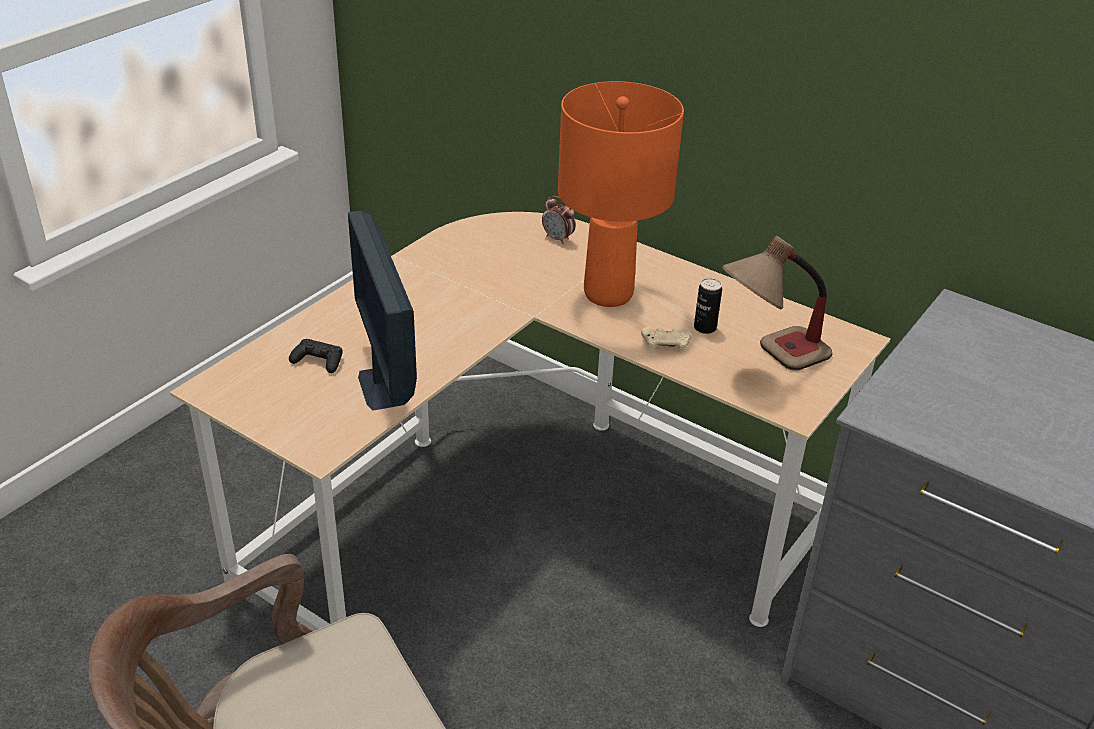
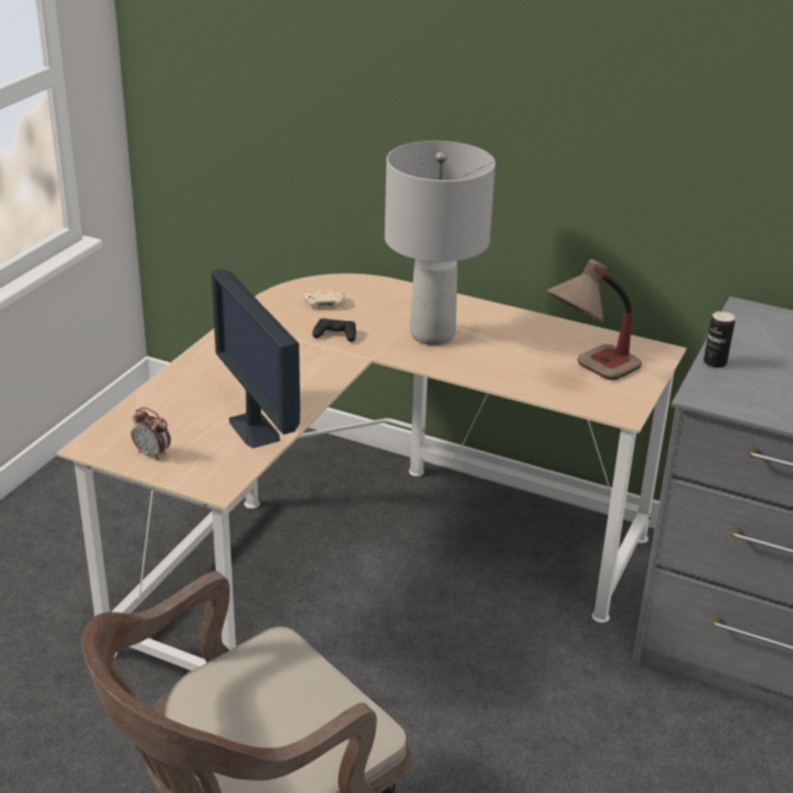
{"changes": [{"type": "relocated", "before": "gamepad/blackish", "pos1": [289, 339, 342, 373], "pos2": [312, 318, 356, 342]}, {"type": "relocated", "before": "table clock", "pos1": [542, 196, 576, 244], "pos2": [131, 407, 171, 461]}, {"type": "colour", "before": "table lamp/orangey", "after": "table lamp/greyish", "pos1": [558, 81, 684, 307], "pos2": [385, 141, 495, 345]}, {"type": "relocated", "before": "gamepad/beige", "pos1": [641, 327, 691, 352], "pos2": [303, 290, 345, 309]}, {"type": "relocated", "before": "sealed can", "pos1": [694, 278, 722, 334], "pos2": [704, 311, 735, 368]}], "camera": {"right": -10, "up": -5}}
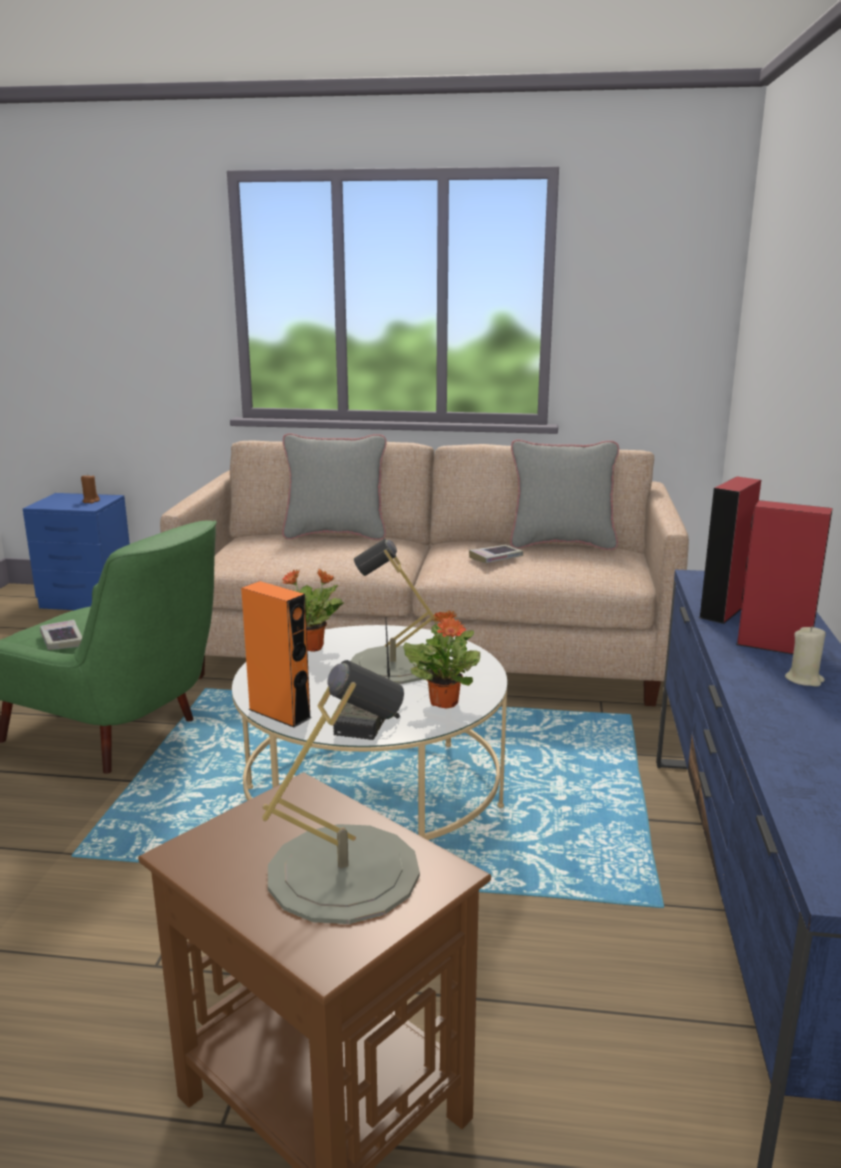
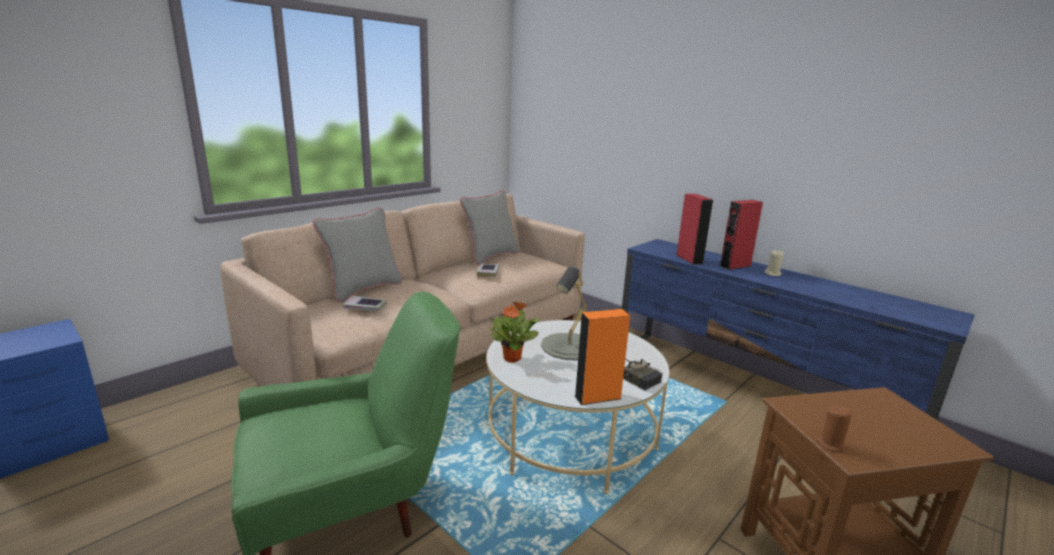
{"changes": [{"type": "relocated", "before": "bound book", "pos1": [40, 620, 82, 650], "pos2": [343, 296, 387, 311]}, {"type": "relocated", "before": "candle/brownish", "pos1": [81, 476, 100, 503], "pos2": [816, 405, 852, 453]}, {"type": "missing", "before": "table lamp/greyish", "pos1": [262, 660, 420, 924]}, {"type": "missing", "before": "houseplant", "pos1": [403, 610, 480, 708]}], "camera": {"right": -55, "up": 0}}
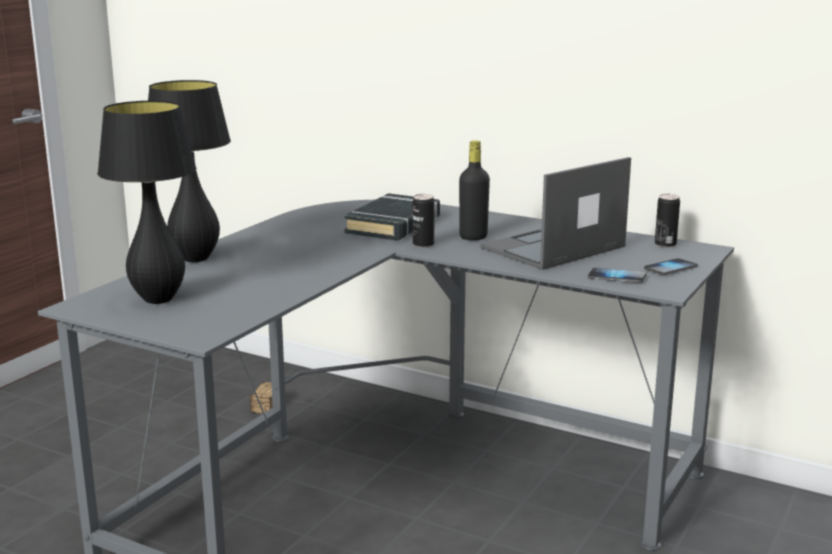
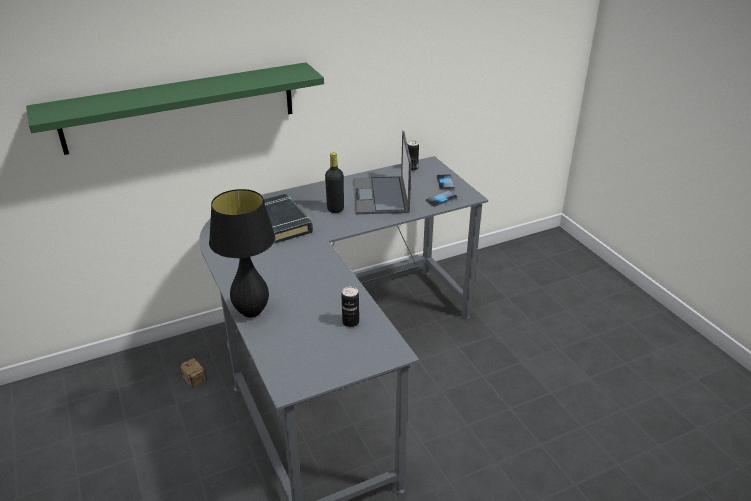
{"changes": [{"type": "missing", "before": "table lamp/blackish", "pos1": [97, 101, 196, 304]}, {"type": "relocated", "before": "sealed can", "pos1": [413, 194, 435, 247], "pos2": [341, 287, 359, 327]}, {"type": "appeared", "after": "wall shelf/green", "pos2": [26, 62, 324, 155]}], "camera": {"right": -55, "up": 15}}
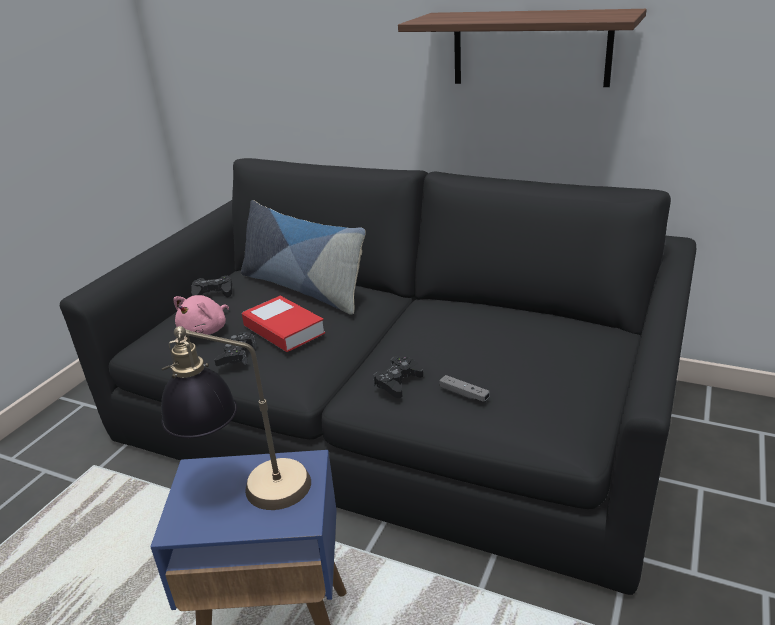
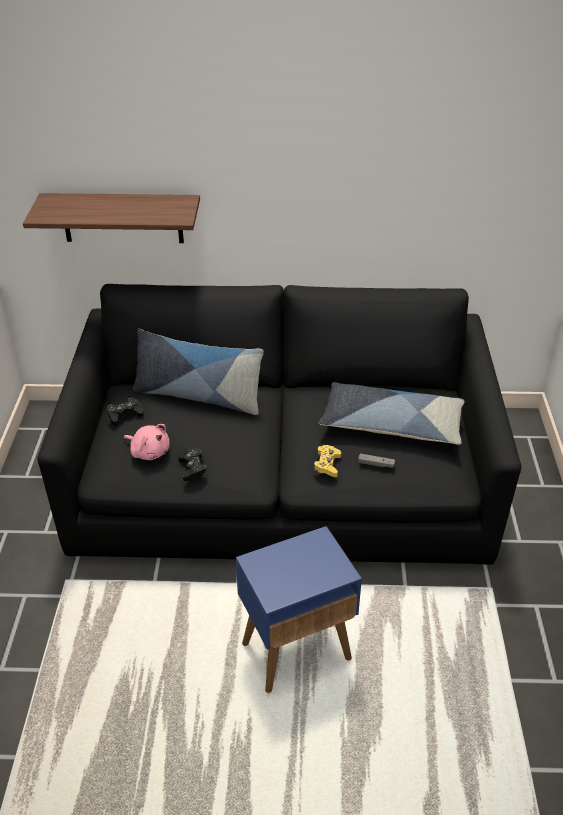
{"changes": [{"type": "missing", "before": "table lamp", "pos1": [161, 326, 311, 510]}, {"type": "spun", "before": "cuddly toy/pinkish", "pos1": [173, 295, 229, 335], "pos2": [124, 424, 170, 460], "turn": -60}, {"type": "missing", "before": "bound book", "pos1": [242, 296, 325, 352]}, {"type": "colour", "before": "gamepad/blackish", "after": "gamepad/yellow", "pos1": [373, 356, 423, 398], "pos2": [314, 445, 341, 477]}, {"type": "relocated", "before": "wall shelf", "pos1": [398, 9, 647, 87], "pos2": [23, 193, 200, 243]}, {"type": "appeared", "after": "throw pillow", "pos2": [319, 382, 465, 445]}], "camera": {"right": -25, "up": 10}}
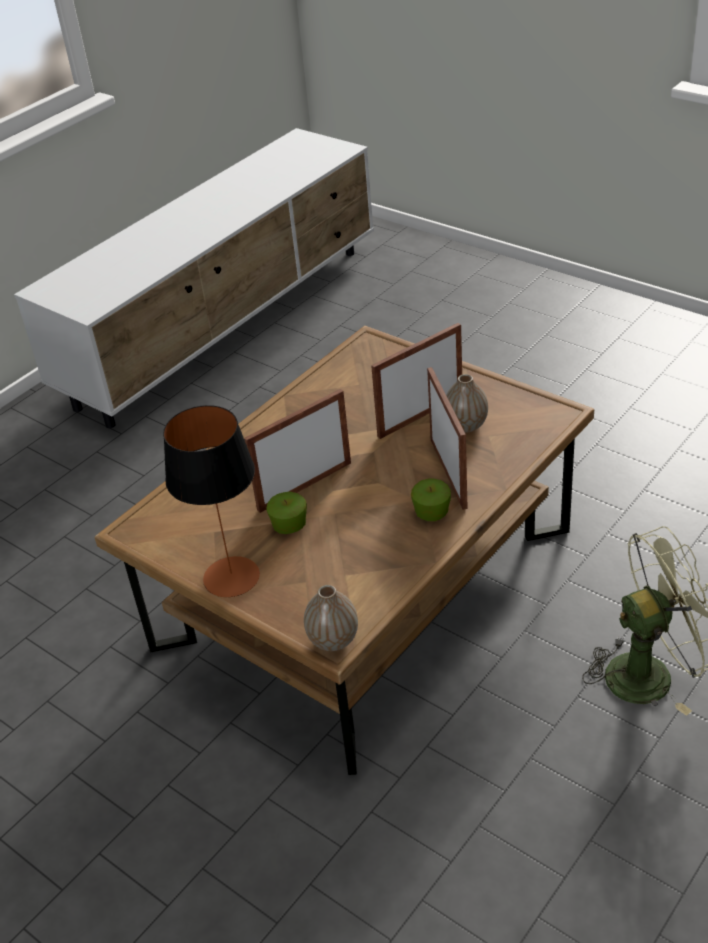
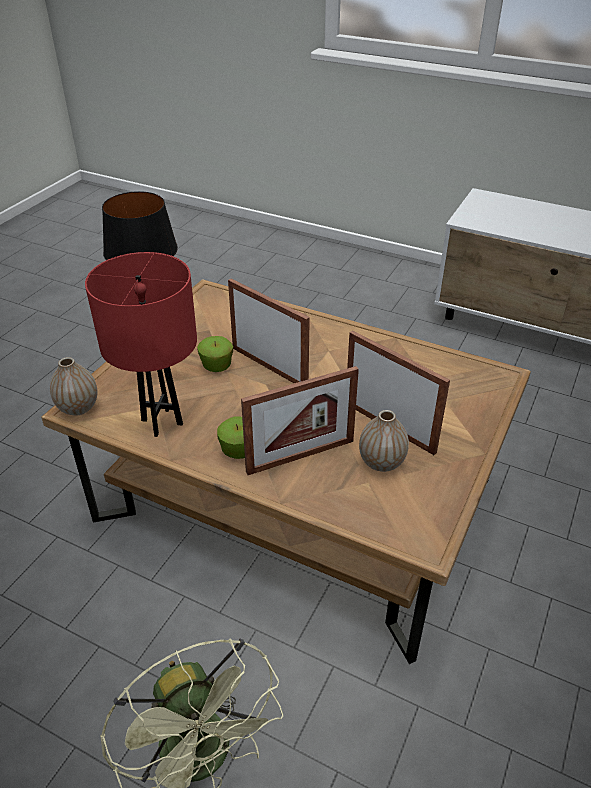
{"changes": [{"type": "appeared", "after": "table lamp/red-coloured", "pos2": [85, 252, 197, 437]}], "camera": {"right": 75, "up": 0}}
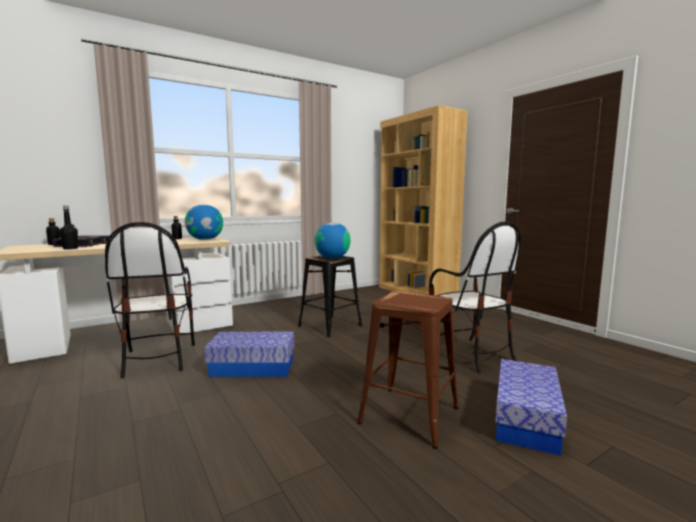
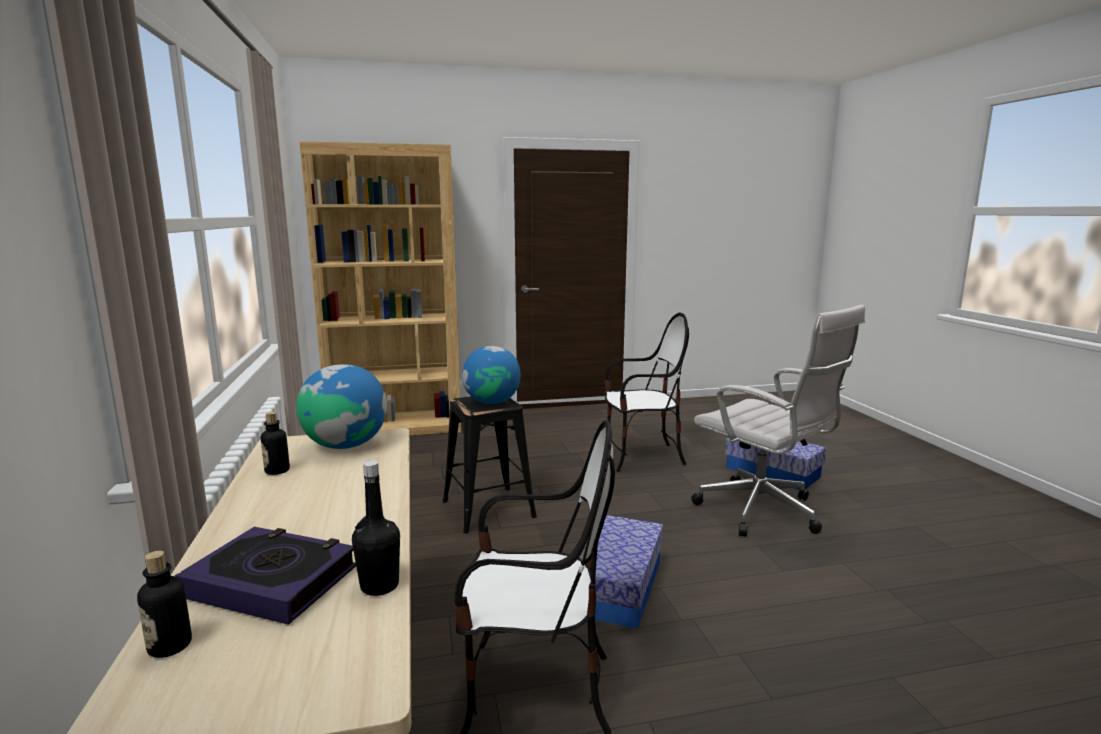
{"changes": [{"type": "exchanged", "before": "stool seat/brownish", "after": "office chair/white-coloured", "pos1": [357, 291, 459, 449], "pos2": [691, 305, 865, 537]}], "camera": {"right": -70, "up": 5}}
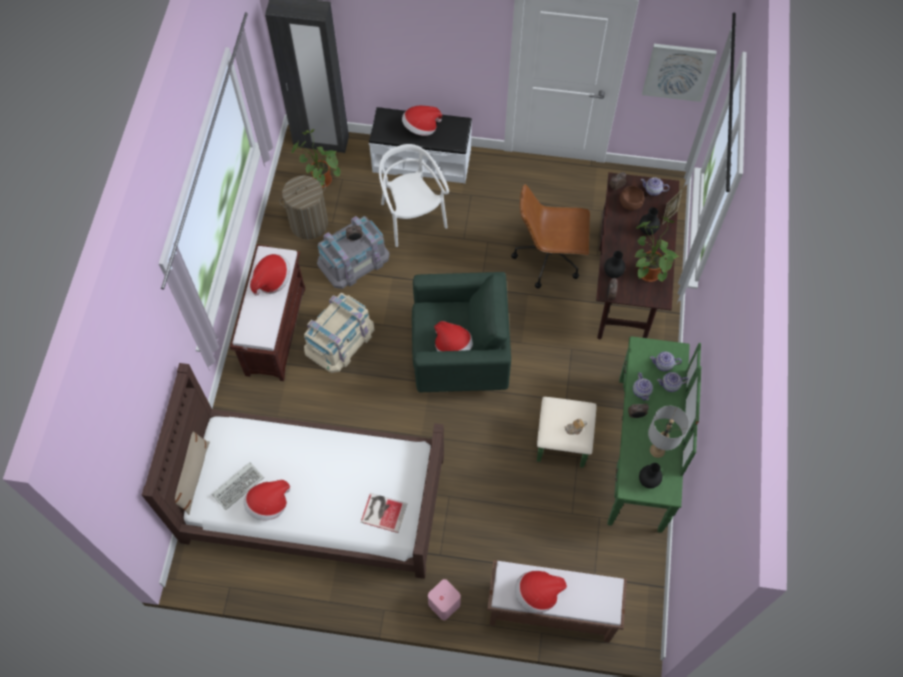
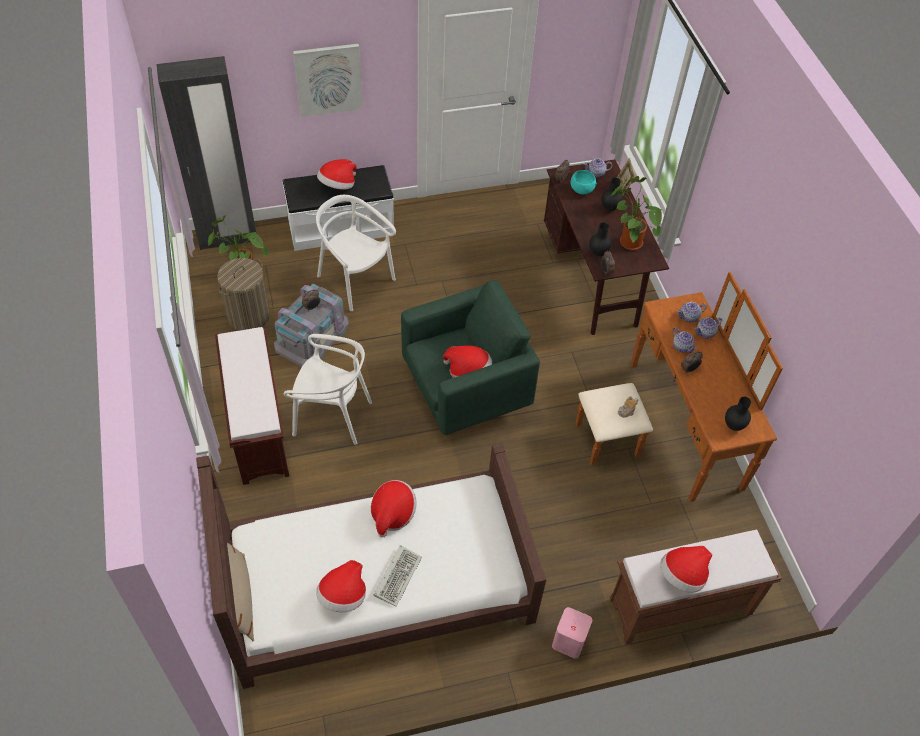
{"changes": [{"type": "relocated", "before": "computer keyboard", "pos1": [212, 462, 264, 510], "pos2": [373, 545, 422, 607]}, {"type": "relocated", "before": "hat", "pos1": [250, 254, 291, 296], "pos2": [371, 480, 417, 538]}, {"type": "exchanged", "before": "storage box/beige", "after": "upright chair/white-coloured", "pos1": [304, 293, 374, 373], "pos2": [284, 334, 372, 445]}, {"type": "missing", "before": "bound book", "pos1": [361, 493, 408, 533]}, {"type": "missing", "before": "office chair/brownish", "pos1": [511, 184, 590, 288]}, {"type": "colour", "before": "drawer chest/green", "after": "drawer chest/brownish", "pos1": [537, 336, 701, 533], "pos2": [576, 272, 783, 502]}, {"type": "colour", "before": "bowl/brownish", "after": "bowl/turquoise-coloured", "pos1": [620, 186, 644, 211], "pos2": [571, 170, 597, 194]}, {"type": "relocated", "before": "wall picture", "pos1": [642, 44, 717, 102], "pos2": [293, 44, 362, 117]}, {"type": "missing", "before": "table lamp/greyish", "pos1": [648, 406, 689, 458]}], "camera": {"right": -25, "up": -10}}
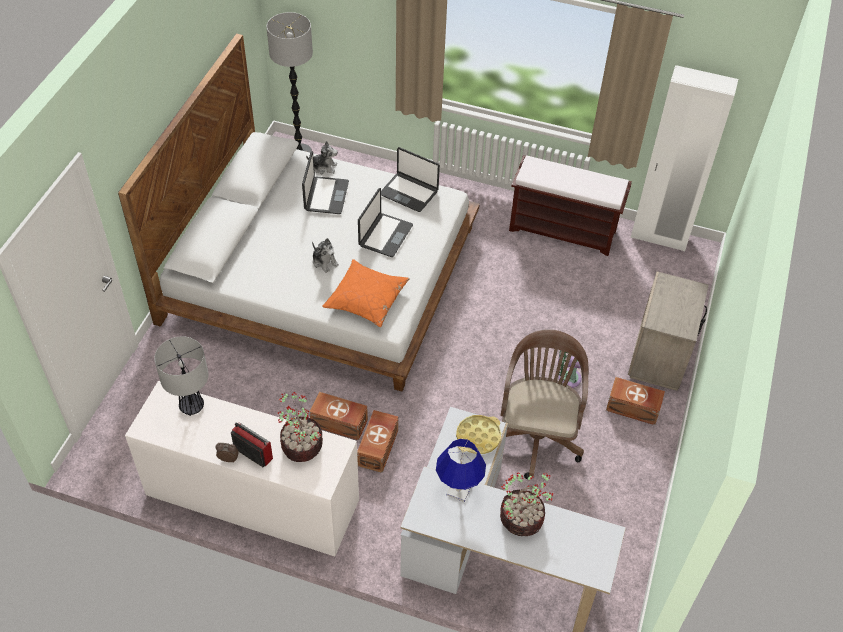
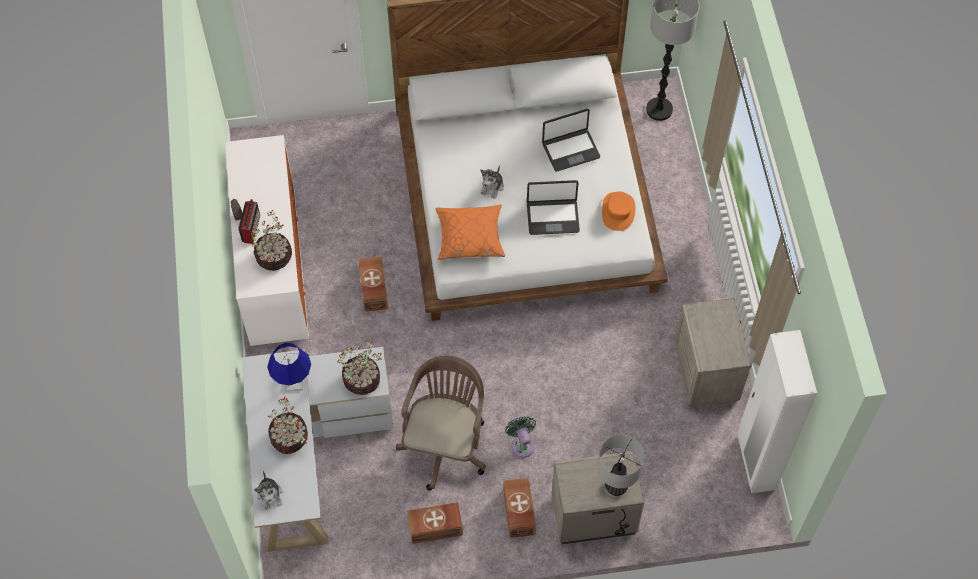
{"changes": [{"type": "relocated", "before": "table lamp", "pos1": [154, 336, 209, 416], "pos2": [598, 435, 644, 496]}, {"type": "relocated", "before": "cuddly toy", "pos1": [306, 141, 338, 174], "pos2": [254, 471, 282, 510]}, {"type": "relocated", "before": "storage box/brownish", "pos1": [357, 410, 398, 473], "pos2": [407, 502, 463, 544]}, {"type": "exchanged", "before": "notebook computer", "after": "hat/orangey", "pos1": [381, 147, 440, 212], "pos2": [602, 191, 635, 231]}, {"type": "exchanged", "before": "carrying tray/yellow", "after": "houseplant", "pos1": [456, 415, 501, 454], "pos2": [337, 340, 382, 395]}, {"type": "spun", "before": "office chair/brownish", "pos1": [500, 329, 588, 479], "pos2": [396, 356, 486, 491], "turn": -60}, {"type": "exchanged", "before": "indoor bench/brownish", "after": "bedside table/beige", "pos1": [509, 155, 632, 256], "pos2": [674, 298, 751, 407]}], "camera": {"right": 65, "up": 10}}
